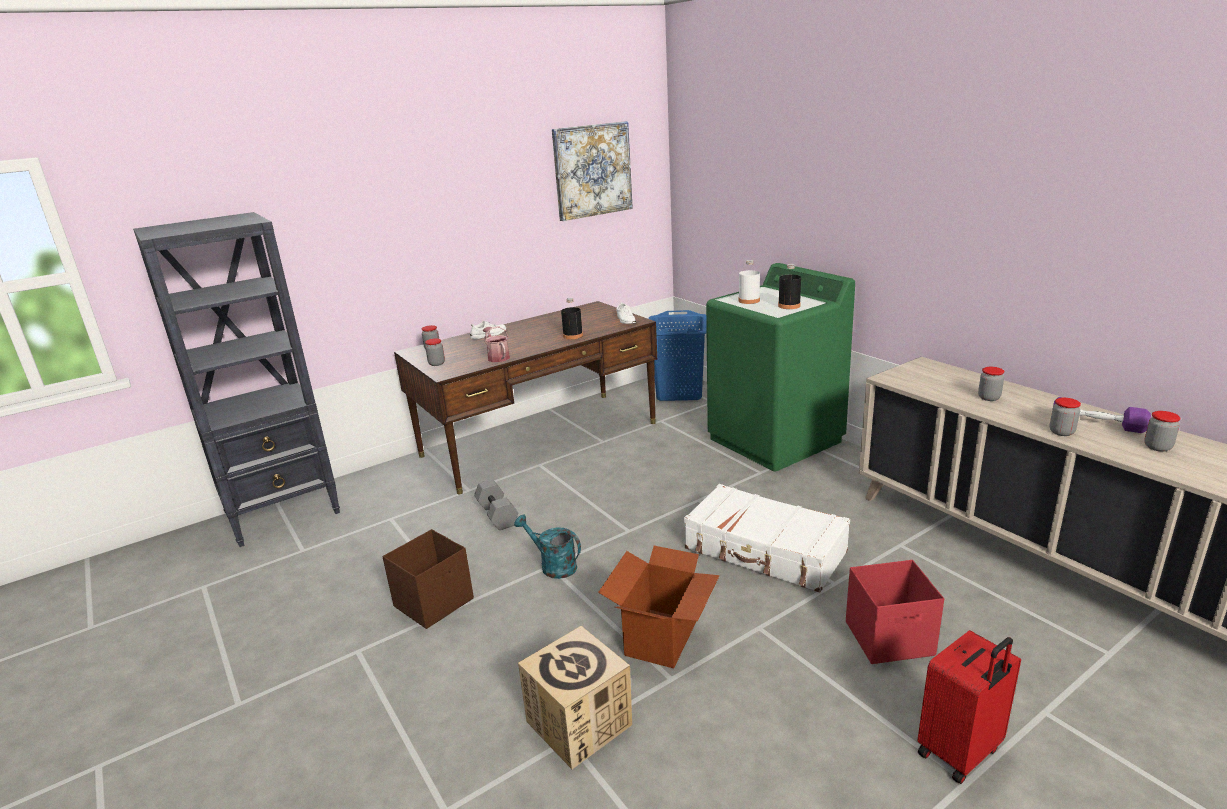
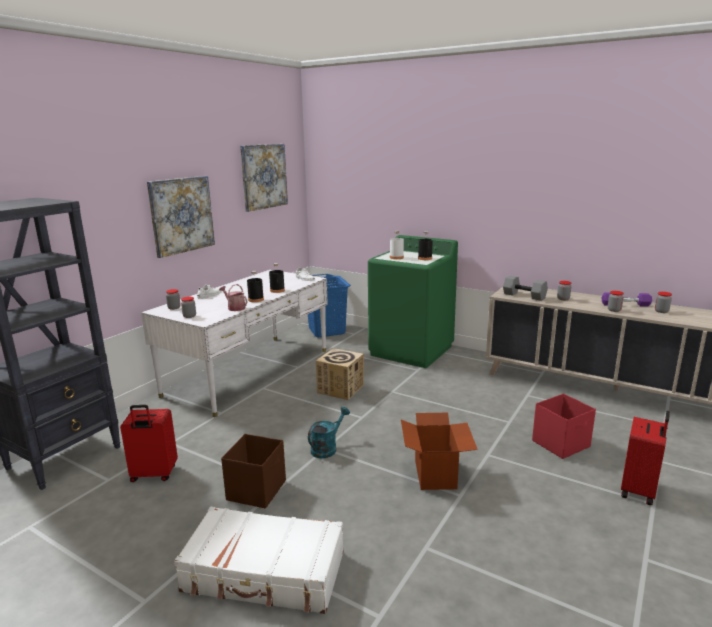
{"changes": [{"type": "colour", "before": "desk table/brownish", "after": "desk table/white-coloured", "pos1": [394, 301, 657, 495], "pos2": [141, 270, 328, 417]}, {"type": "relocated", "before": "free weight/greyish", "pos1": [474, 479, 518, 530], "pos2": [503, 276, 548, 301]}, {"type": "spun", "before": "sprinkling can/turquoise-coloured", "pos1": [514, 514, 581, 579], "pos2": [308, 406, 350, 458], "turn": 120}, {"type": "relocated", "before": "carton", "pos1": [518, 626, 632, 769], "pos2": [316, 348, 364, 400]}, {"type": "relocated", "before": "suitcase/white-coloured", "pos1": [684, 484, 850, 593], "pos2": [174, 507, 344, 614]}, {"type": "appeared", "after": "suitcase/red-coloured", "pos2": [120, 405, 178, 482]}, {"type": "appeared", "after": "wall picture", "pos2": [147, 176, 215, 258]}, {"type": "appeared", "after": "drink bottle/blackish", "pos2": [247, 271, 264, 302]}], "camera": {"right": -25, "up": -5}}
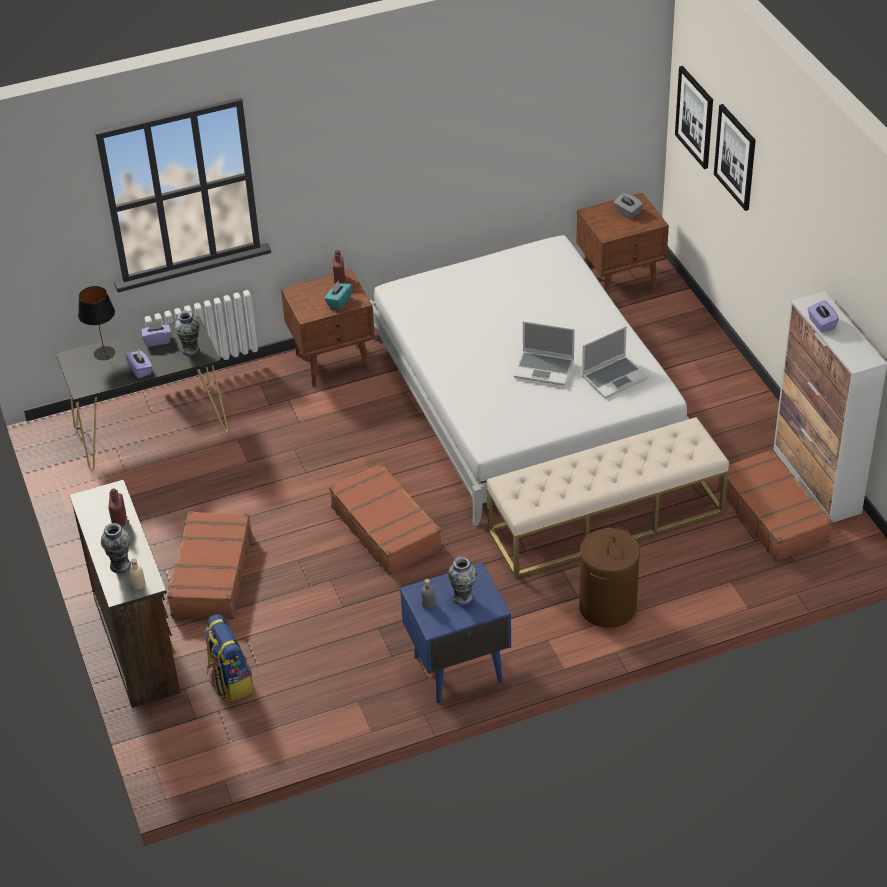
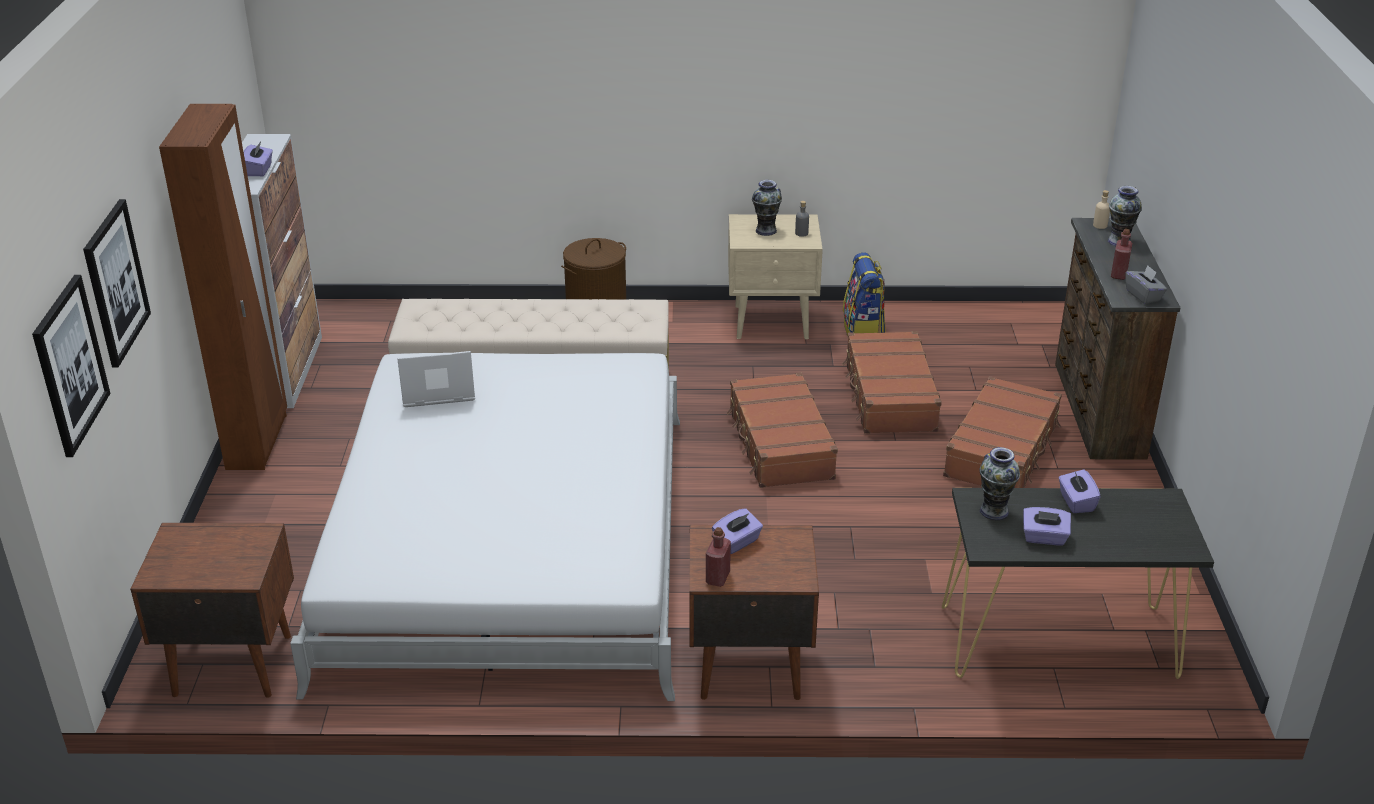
{"changes": [{"type": "missing", "before": "table lamp/blackish", "pos1": [78, 286, 115, 360]}, {"type": "relocated", "before": "rucksack", "pos1": [205, 614, 253, 702], "pos2": [843, 252, 885, 336]}, {"type": "colour", "before": "tissue holder/turquoise-coloured", "after": "tissue holder/purple", "pos1": [324, 281, 352, 309], "pos2": [712, 508, 763, 554]}, {"type": "colour", "before": "bedside table/bluish", "after": "bedside table/beige", "pos1": [400, 563, 511, 703], "pos2": [728, 214, 823, 339]}, {"type": "missing", "before": "notebook computer", "pos1": [514, 321, 575, 386]}, {"type": "relocated", "before": "tissue holder/greyish", "pos1": [613, 192, 643, 219], "pos2": [1125, 266, 1167, 304]}, {"type": "relocated", "before": "suitcase/brownish", "pos1": [717, 449, 833, 562], "pos2": [842, 331, 942, 434]}, {"type": "appeared", "after": "clothes cupboard/brownish", "pos2": [159, 104, 287, 470]}], "camera": {"right": -160, "up": -10}}
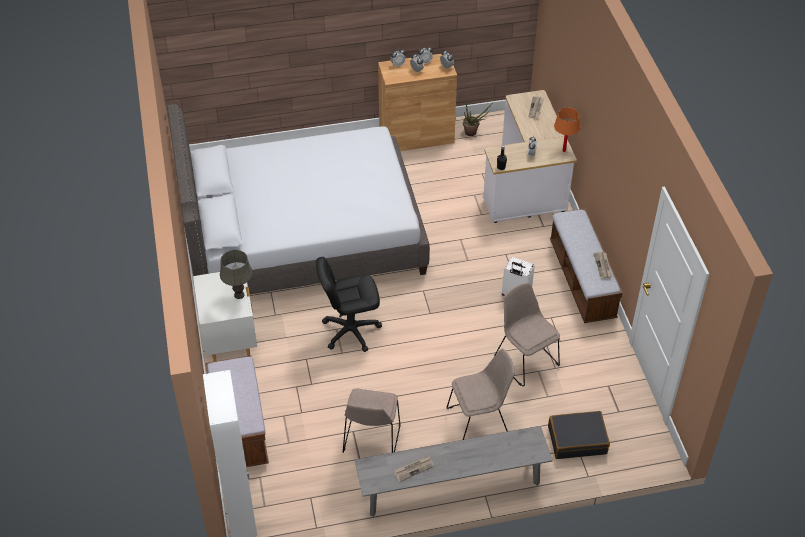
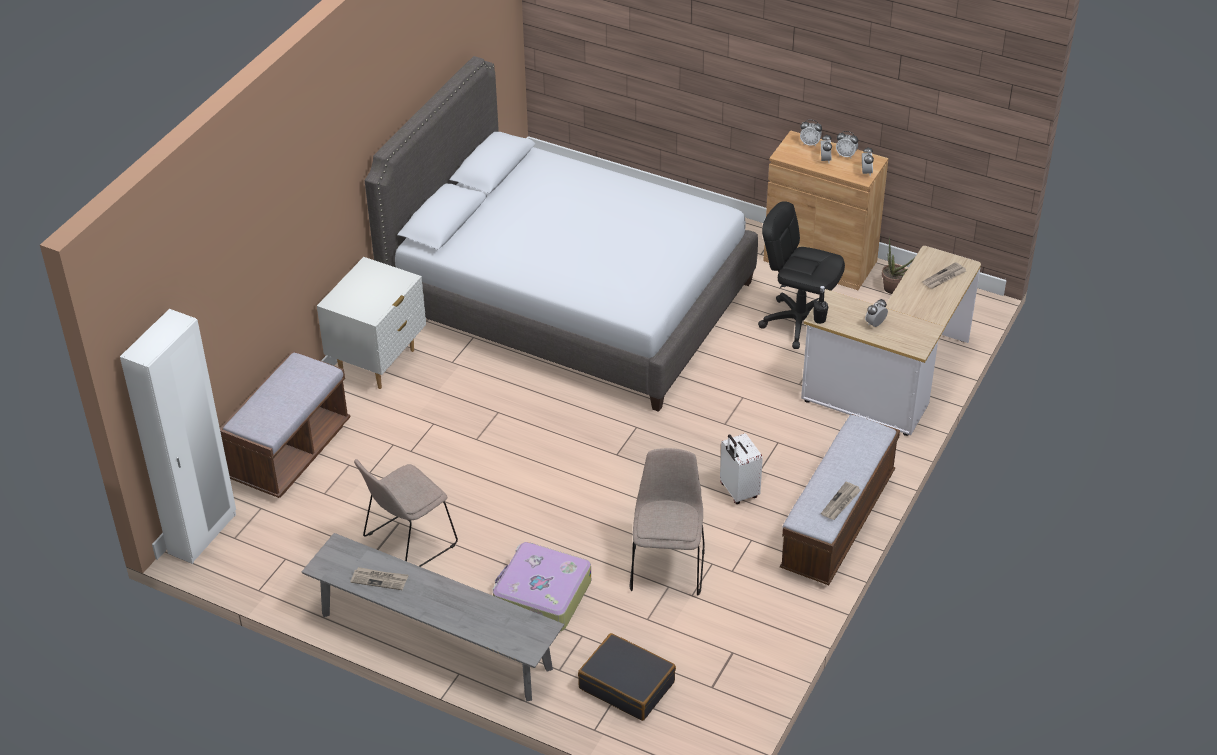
{"changes": [{"type": "missing", "before": "table lamp/greyish", "pos1": [220, 250, 253, 299]}, {"type": "relocated", "before": "office chair/blackish", "pos1": [316, 257, 382, 352], "pos2": [758, 201, 845, 349]}, {"type": "exchanged", "before": "upright chair/beige", "after": "suitcase", "pos1": [446, 348, 515, 440], "pos2": [493, 542, 591, 631]}, {"type": "missing", "before": "table lamp/orangey", "pos1": [554, 108, 581, 152]}], "camera": {"right": 40, "up": -5}}
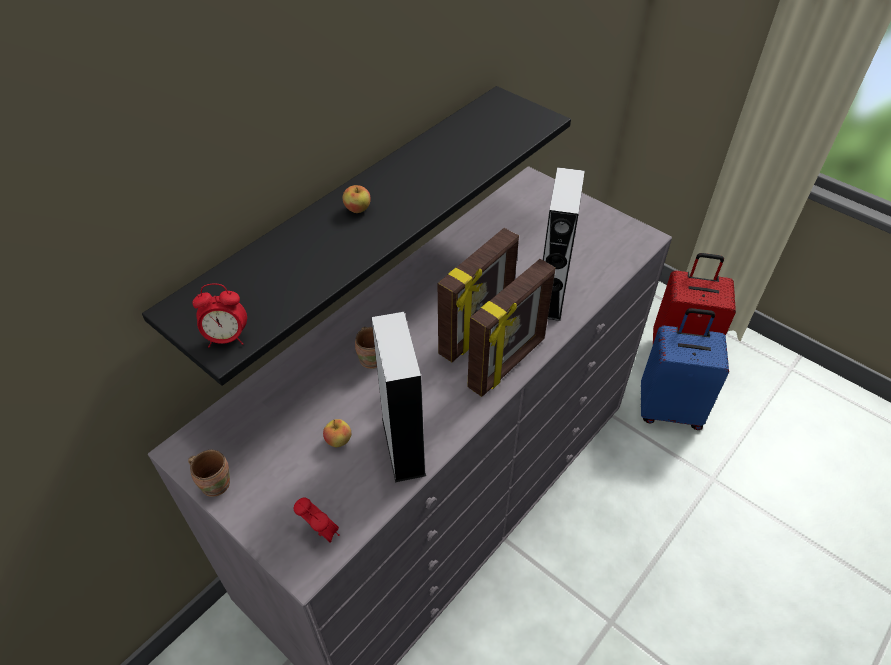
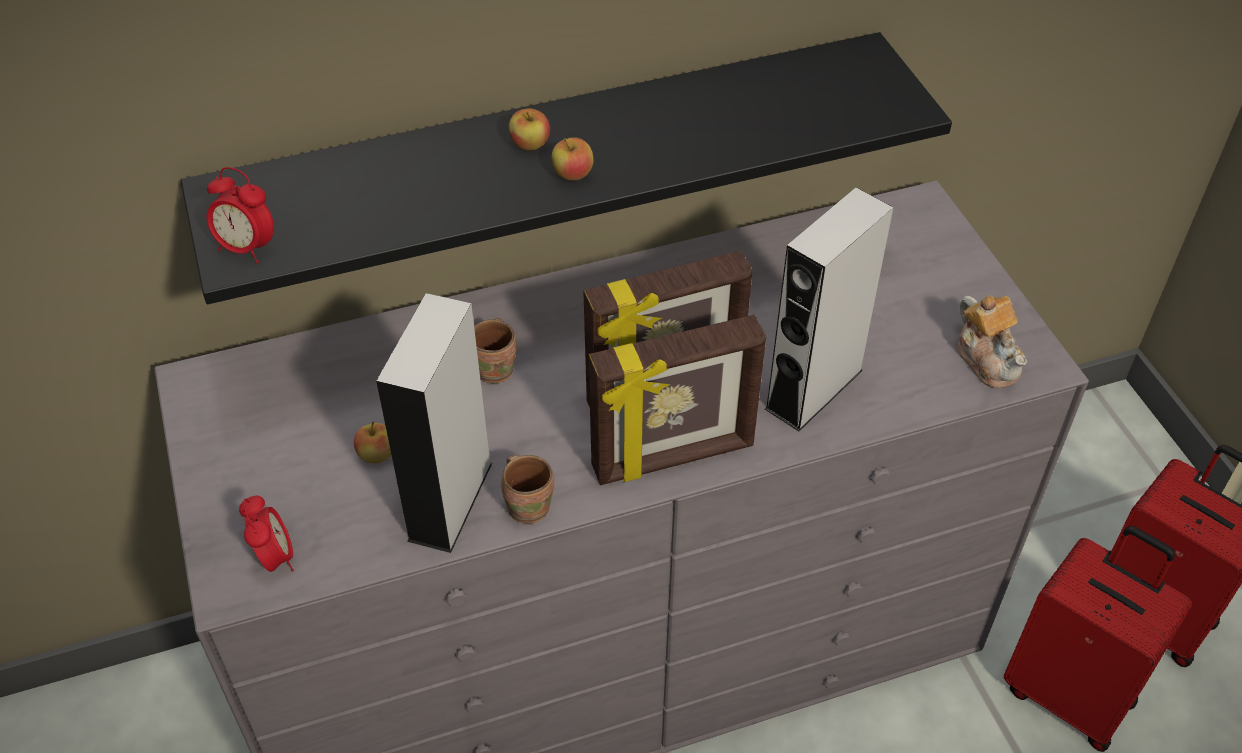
{"changes": [{"type": "relocated", "before": "coffee mug/brownish", "pos1": [188, 450, 230, 497], "pos2": [501, 455, 554, 524]}, {"type": "colour", "before": "suitcase/bluish", "after": "suitcase/red-coloured", "pos1": [641, 308, 729, 430], "pos2": [1004, 526, 1192, 752]}, {"type": "appeared", "after": "apple fruit", "pos2": [552, 137, 594, 181]}, {"type": "appeared", "after": "pot for tea", "pos2": [957, 295, 1028, 388]}], "camera": {"right": 30, "up": 0}}
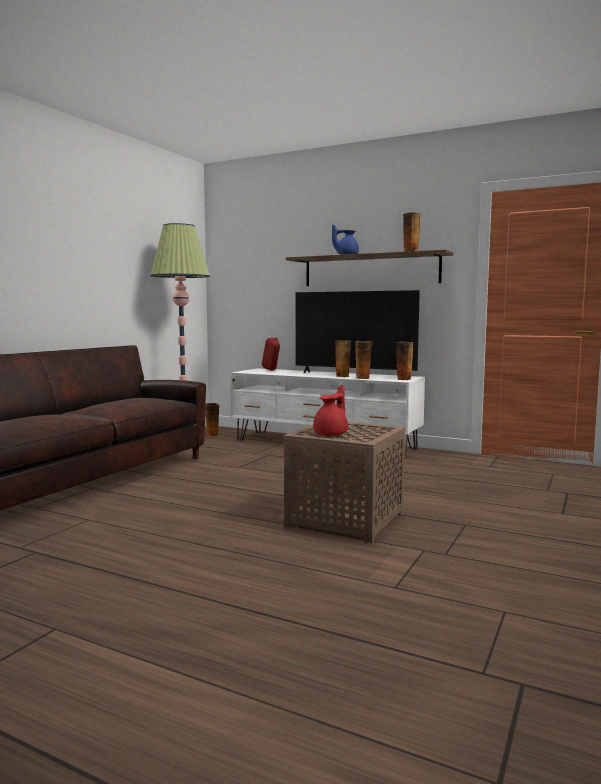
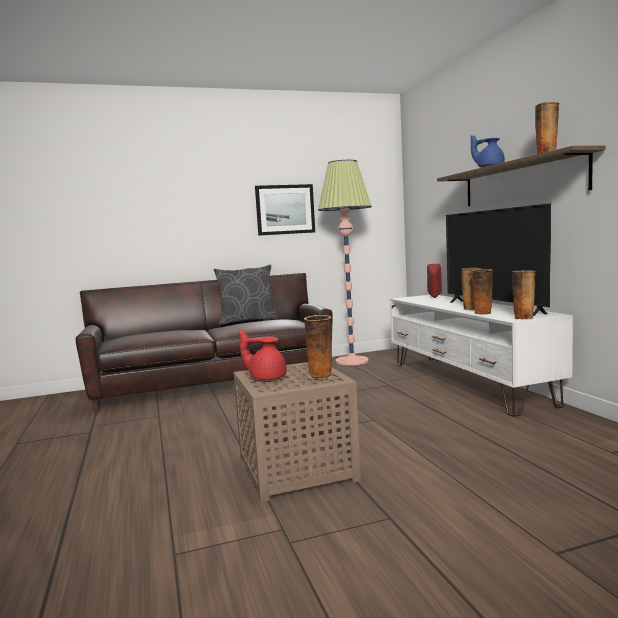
{"changes": [{"type": "relocated", "before": "vase", "pos1": [205, 403, 220, 437], "pos2": [304, 315, 332, 379]}, {"type": "spun", "before": "pot for tea/red-coloured", "pos1": [313, 385, 348, 436], "pos2": [239, 330, 287, 380], "turn": -150}, {"type": "appeared", "after": "throw pillow/greyish", "pos2": [214, 265, 278, 325]}, {"type": "appeared", "after": "wall picture", "pos2": [255, 184, 315, 236]}], "camera": {"right": 45, "up": 0}}
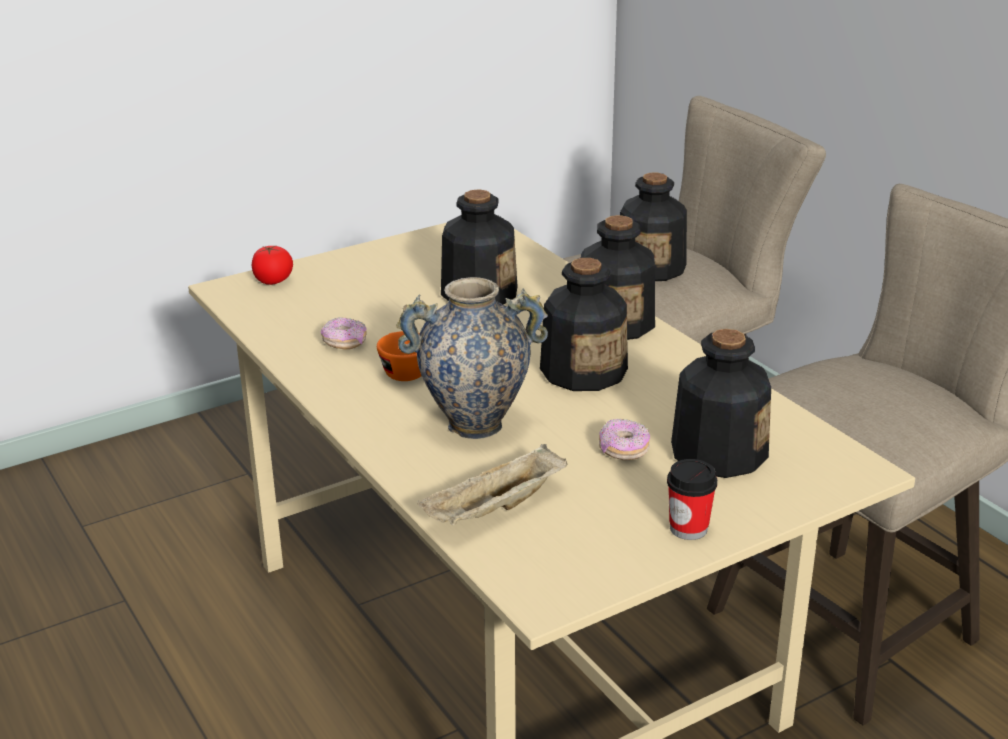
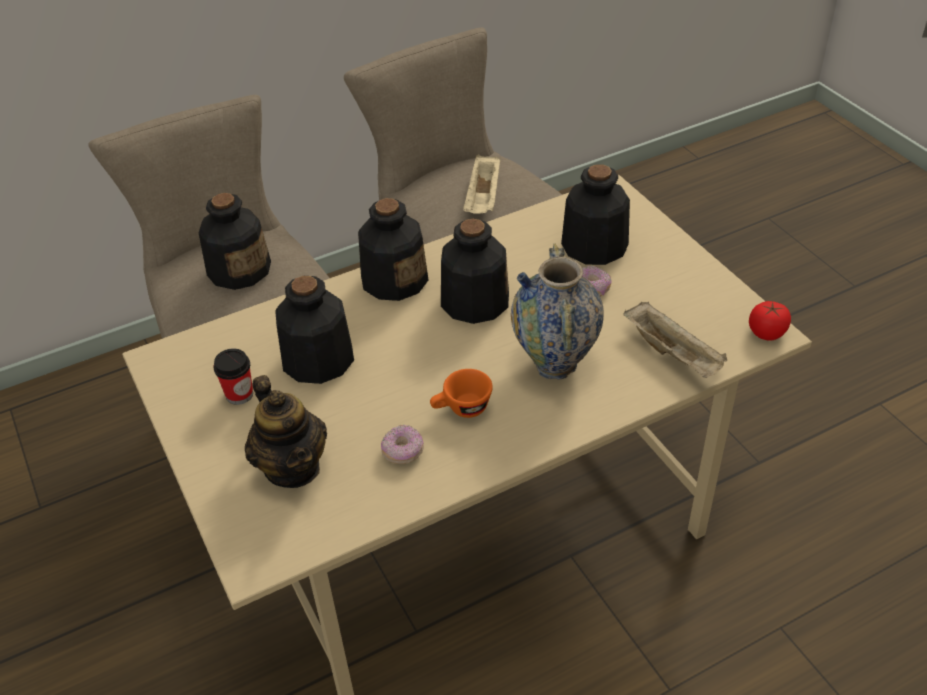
{"changes": [{"type": "relocated", "before": "tomato", "pos1": [252, 246, 293, 285], "pos2": [749, 301, 791, 341]}, {"type": "relocated", "before": "drinking cup", "pos1": [667, 459, 717, 540], "pos2": [213, 348, 253, 405]}, {"type": "appeared", "after": "pot for tea", "pos2": [245, 375, 327, 488]}, {"type": "appeared", "after": "carrying tray/beige", "pos2": [463, 154, 501, 214]}], "camera": {"right": -85, "up": 15}}
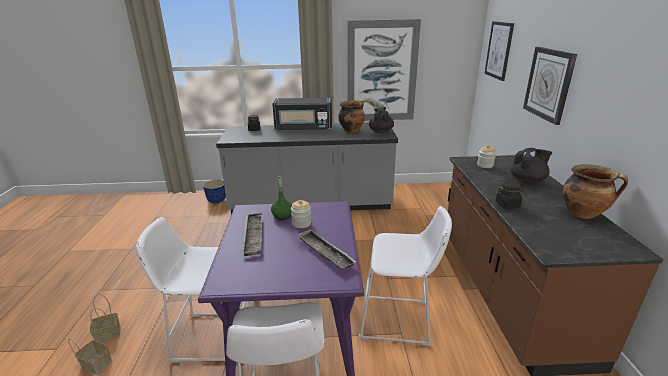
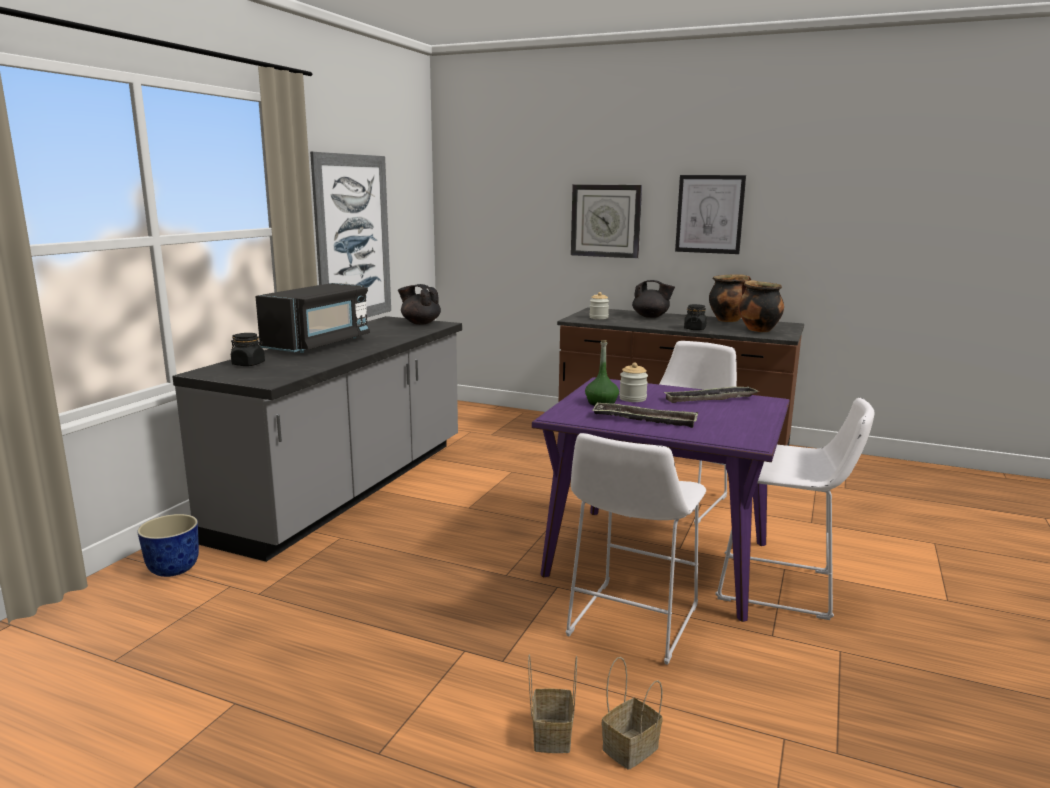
{"changes": [{"type": "relocated", "before": "saucepot", "pos1": [338, 100, 365, 133], "pos2": [738, 280, 784, 332]}, {"type": "relocated", "before": "wall picture", "pos1": [484, 21, 514, 81], "pos2": [675, 175, 746, 254]}, {"type": "spun", "before": "pot for tea/blackish", "pos1": [510, 148, 552, 183], "pos2": [632, 280, 675, 318], "turn": 105}], "camera": {"right": -65, "up": -10}}
